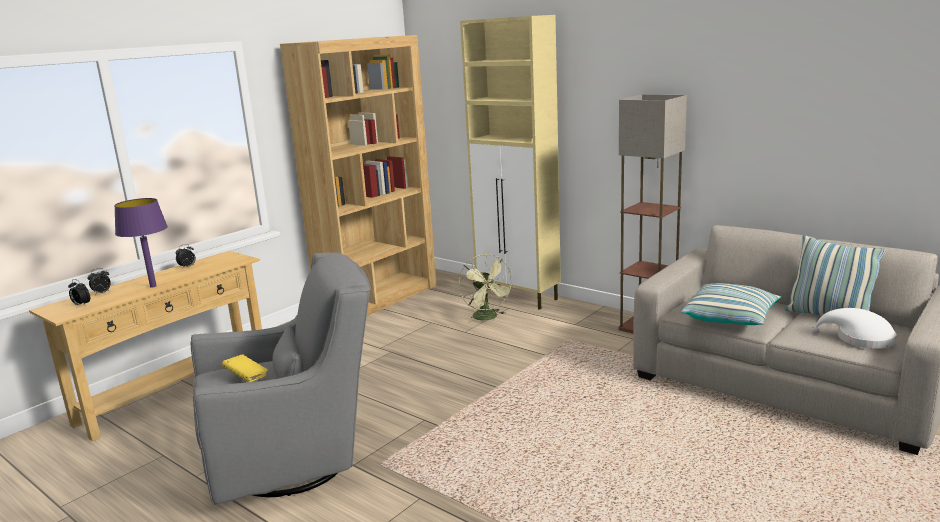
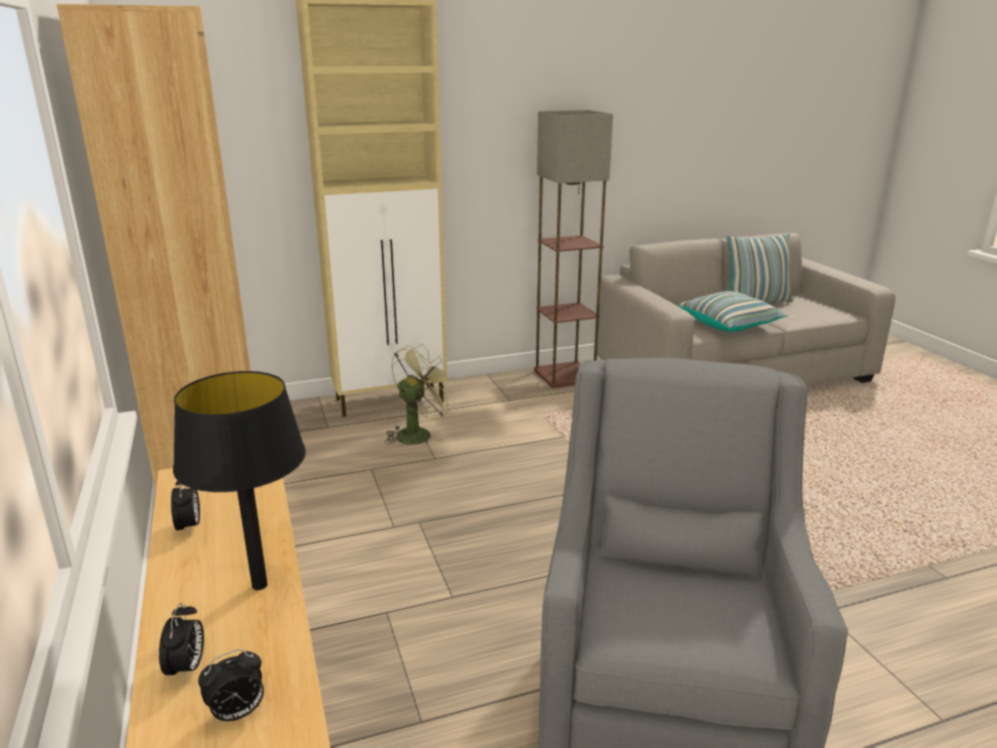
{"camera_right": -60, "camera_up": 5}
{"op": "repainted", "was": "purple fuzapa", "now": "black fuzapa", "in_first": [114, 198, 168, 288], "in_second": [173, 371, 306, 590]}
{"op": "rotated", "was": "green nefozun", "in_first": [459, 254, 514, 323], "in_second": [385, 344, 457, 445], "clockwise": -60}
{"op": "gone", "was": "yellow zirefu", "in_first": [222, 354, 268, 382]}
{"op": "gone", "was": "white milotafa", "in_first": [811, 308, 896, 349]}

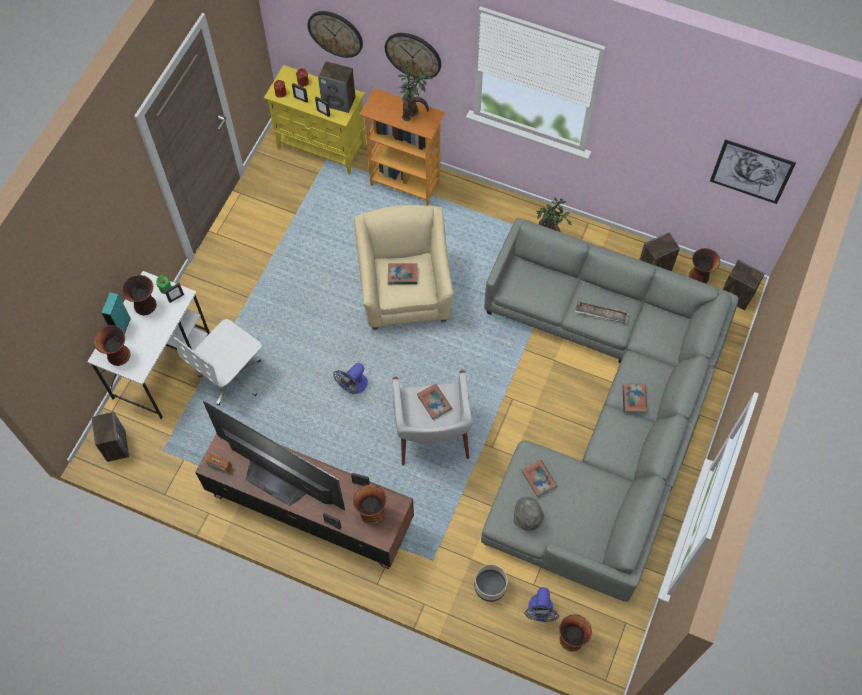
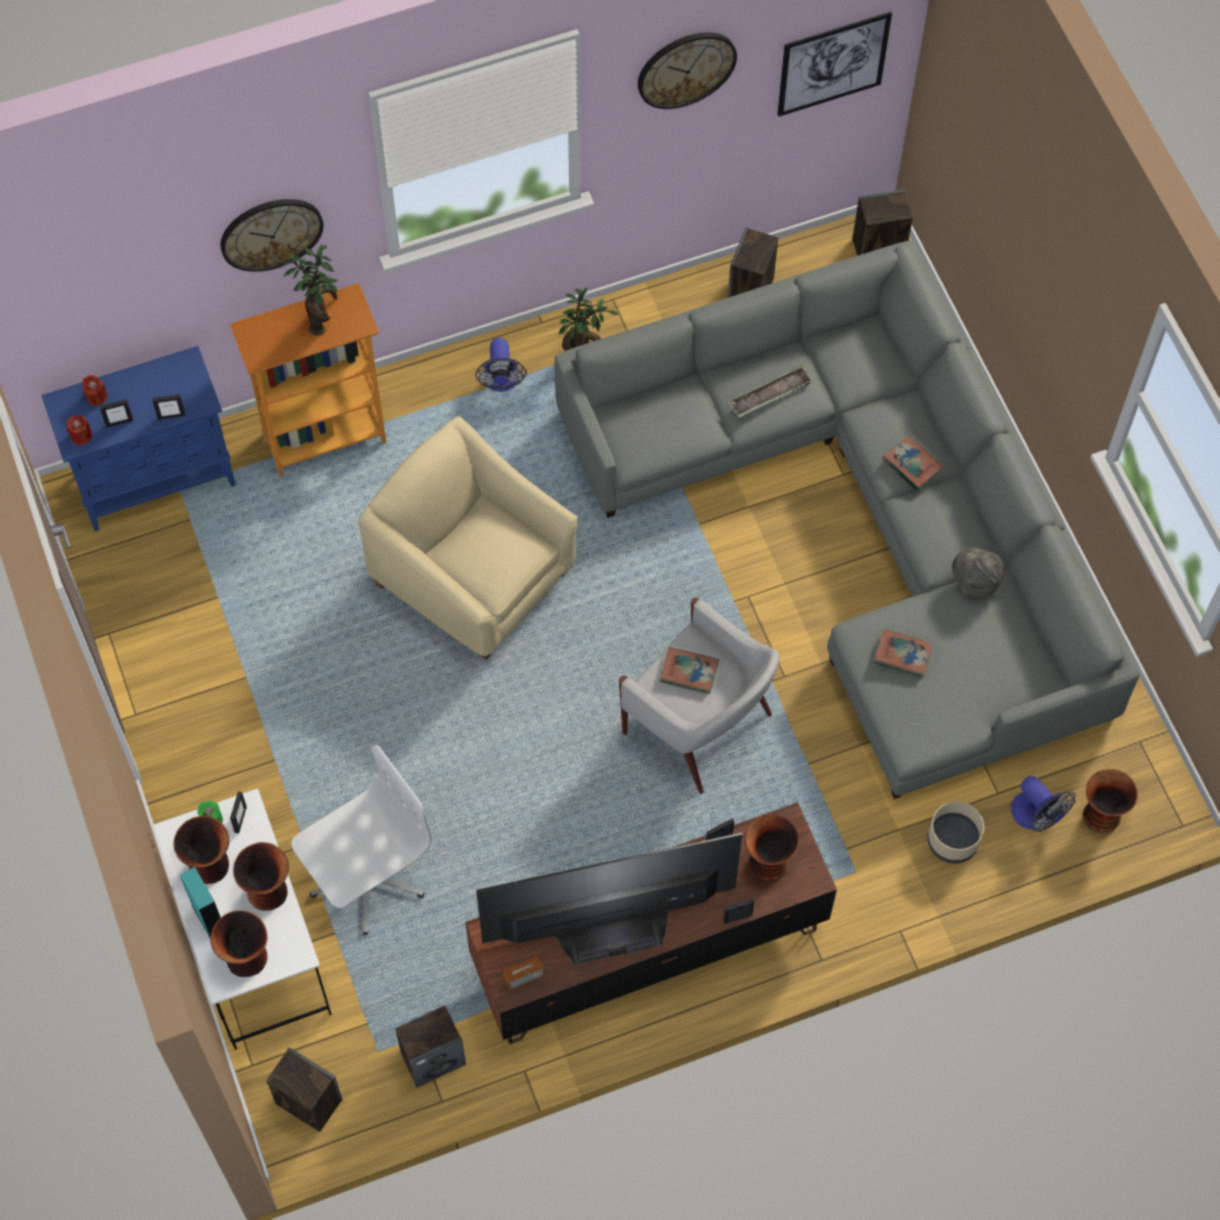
{"camera_right": -45, "camera_up": 0}
{"op": "repainted", "was": "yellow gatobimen", "now": "blue gatobimen", "in_first": [264, 65, 366, 174], "in_second": [41, 346, 236, 531]}
{"op": "shifted", "was": "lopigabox", "in_first": [689, 248, 720, 283], "in_second": [233, 842, 289, 911]}
{"op": "rotated", "was": "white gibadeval", "in_first": [173, 319, 262, 406], "in_second": [292, 745, 432, 935], "clockwise": -120}
{"op": "shifted", "was": "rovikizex", "in_first": [318, 61, 356, 113], "in_second": [395, 1006, 466, 1088]}
{"op": "shifted", "was": "nefozun", "in_first": [333, 363, 368, 394], "in_second": [475, 338, 527, 392]}
{"op": "shifted", "was": "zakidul", "in_first": [307, 11, 363, 58], "in_second": [638, 32, 737, 109]}
{"op": "shifted", "was": "grey milotafa", "in_first": [514, 497, 544, 531], "in_second": [952, 547, 1004, 599]}
{"op": "gone", "was": "zirefu", "in_first": [388, 263, 417, 284]}

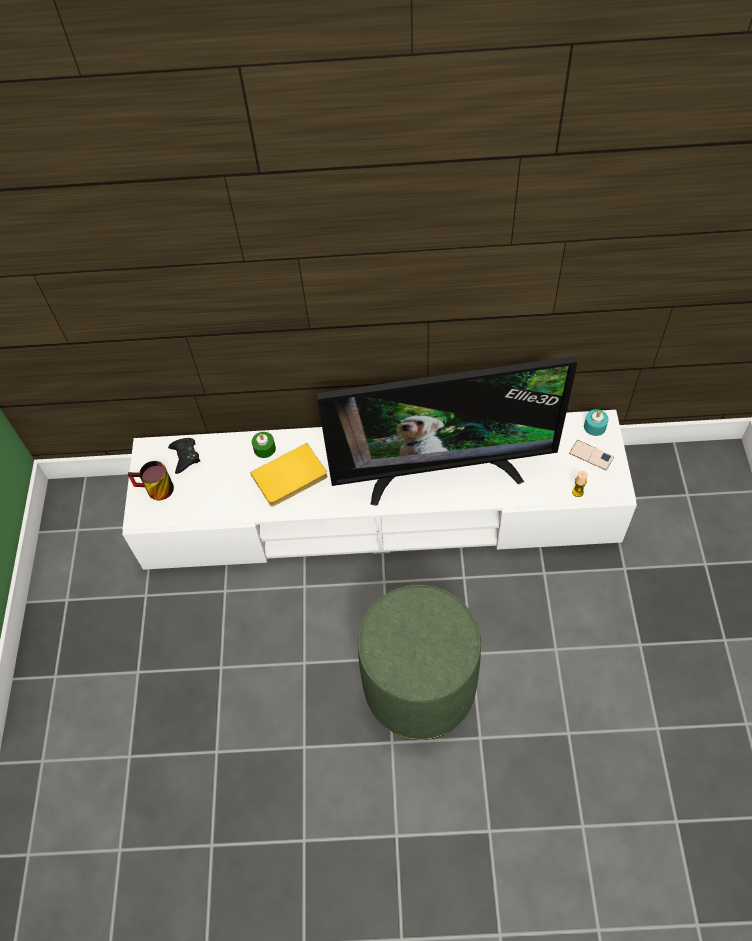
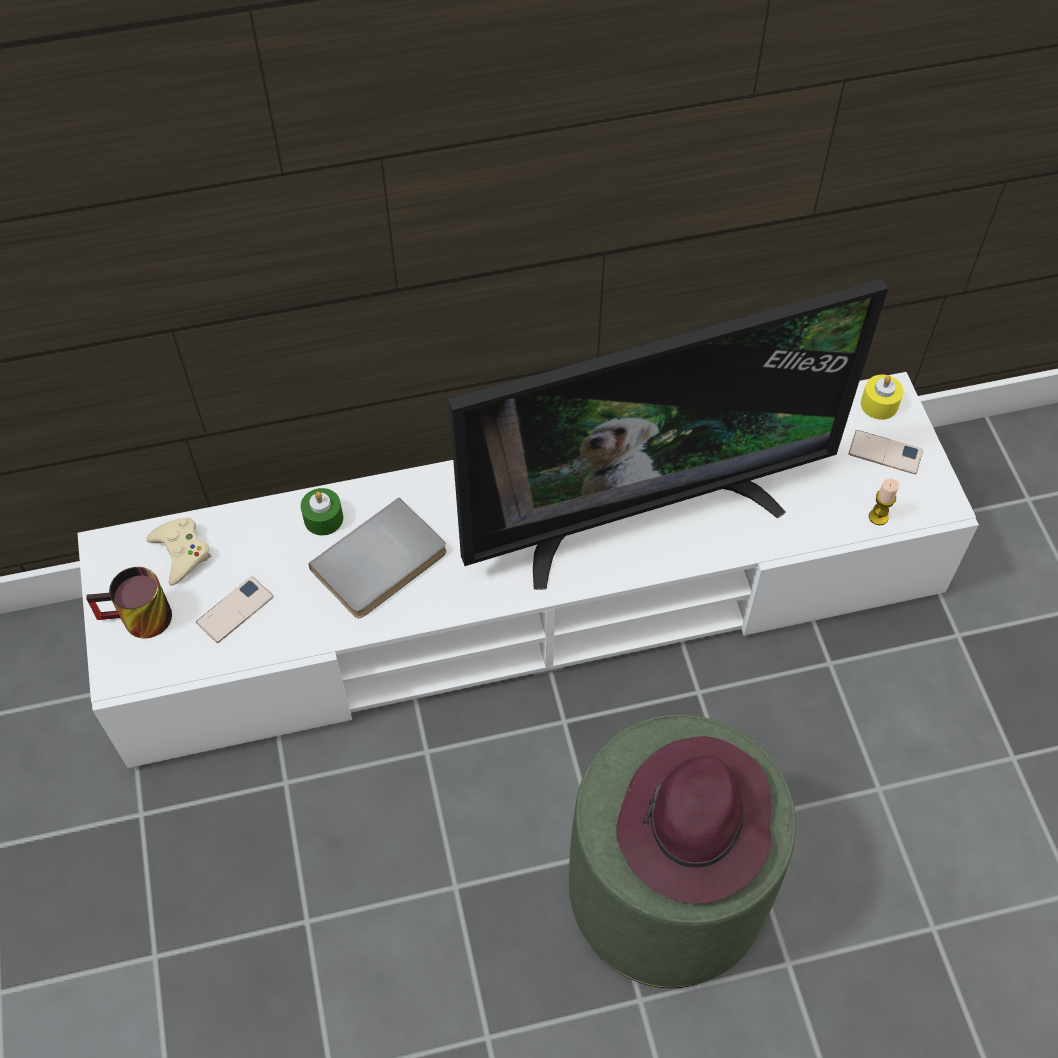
{"camera_right": -15, "camera_up": 0}
{"op": "repainted", "was": "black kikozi", "now": "beige kikozi", "in_first": [168, 438, 200, 474], "in_second": [146, 518, 211, 586]}
{"op": "new", "now": "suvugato", "in_second": [196, 576, 274, 643]}
{"op": "repainted", "was": "yellow zirefu", "now": "grey zirefu", "in_first": [250, 443, 327, 506], "in_second": [308, 498, 446, 618]}
{"op": "new", "now": "purple milotafa", "in_second": [616, 736, 772, 904]}
{"op": "repainted", "was": "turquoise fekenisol", "now": "yellow fekenisol", "in_first": [584, 409, 609, 436], "in_second": [861, 375, 904, 420]}

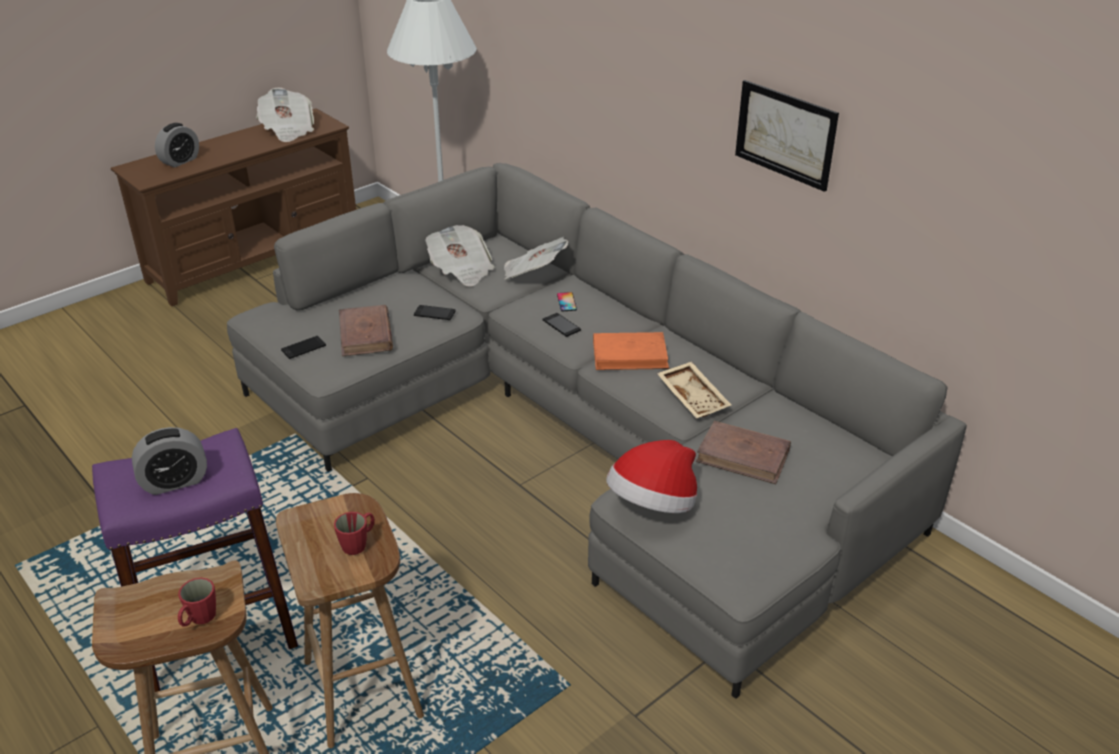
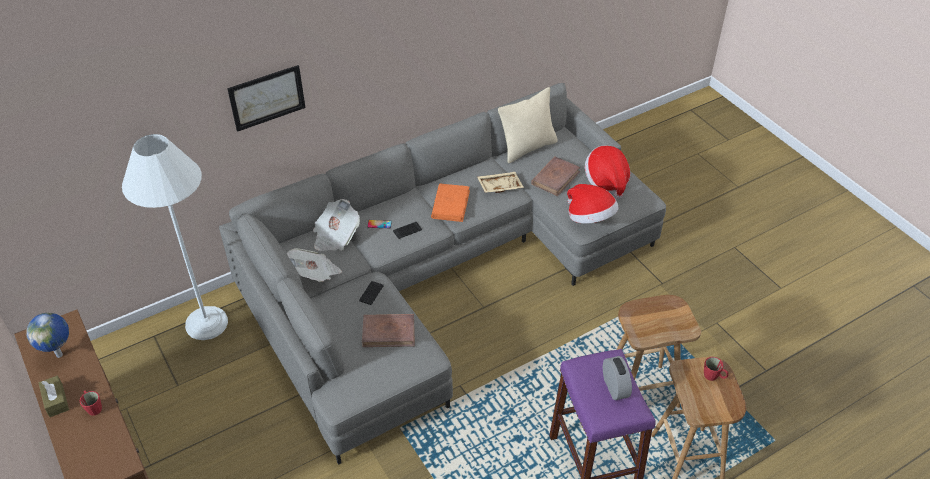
{"camera_right": -80, "camera_up": 10}
{"op": "swapped", "was": "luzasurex", "now": "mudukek", "in_first": [257, 87, 314, 142], "in_second": [26, 313, 69, 358]}
{"op": "new", "now": "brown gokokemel", "in_second": [39, 375, 69, 417]}
{"op": "shifted", "was": "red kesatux", "in_first": [334, 512, 375, 555], "in_second": [80, 391, 102, 416]}
{"op": "shifted", "was": "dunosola", "in_first": [735, 80, 839, 192], "in_second": [227, 65, 306, 132]}
{"op": "new", "now": "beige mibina", "in_second": [498, 87, 558, 163]}
{"op": "new", "now": "milotafa", "in_second": [585, 145, 630, 199]}
{"op": "gone", "was": "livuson", "in_first": [155, 123, 199, 168]}
{"op": "gone", "was": "suvugato", "in_first": [281, 336, 326, 359]}

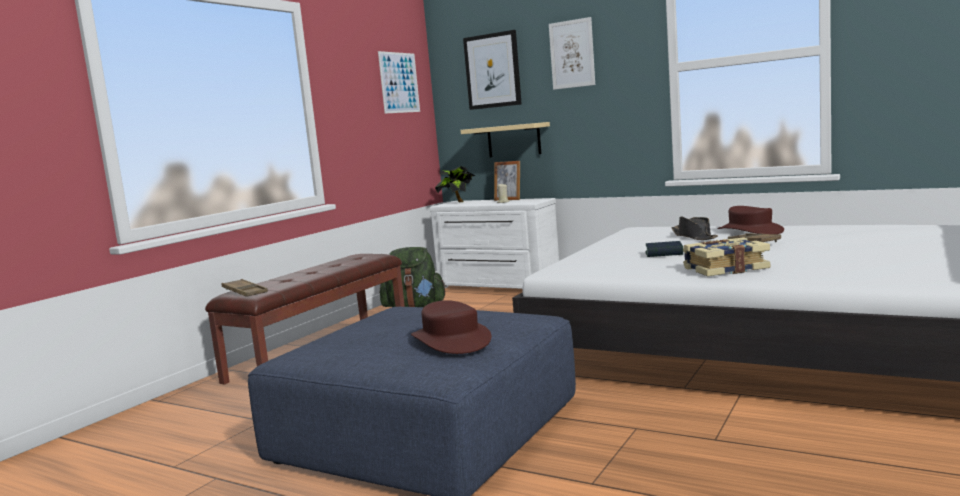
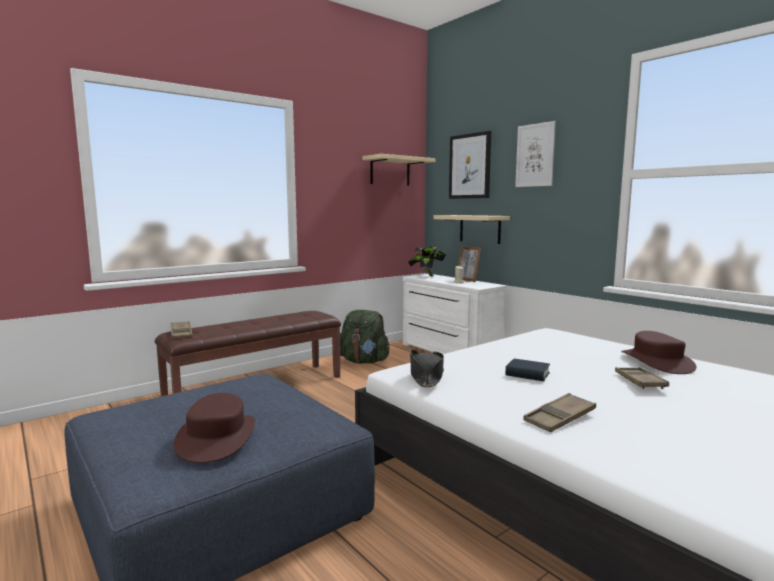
{"camera_right": 20, "camera_up": 0}
{"op": "swapped", "was": "dunosola", "now": "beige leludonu", "in_first": [378, 51, 420, 114], "in_second": [362, 154, 435, 185]}
{"op": "shifted", "was": "black milotafa", "in_first": [671, 216, 718, 240], "in_second": [410, 349, 444, 387]}
{"op": "swapped", "was": "zirefu", "now": "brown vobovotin", "in_first": [683, 237, 770, 276], "in_second": [523, 393, 596, 432]}

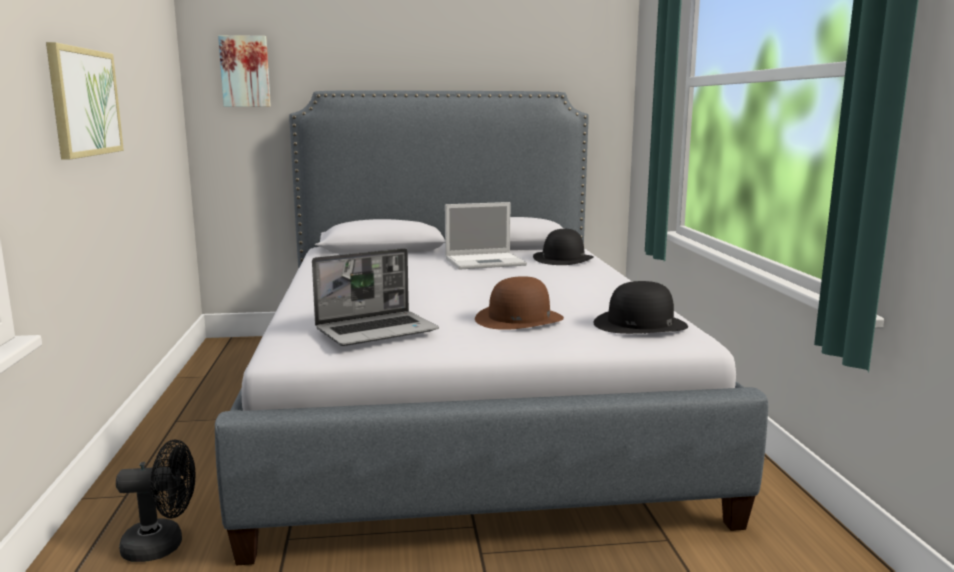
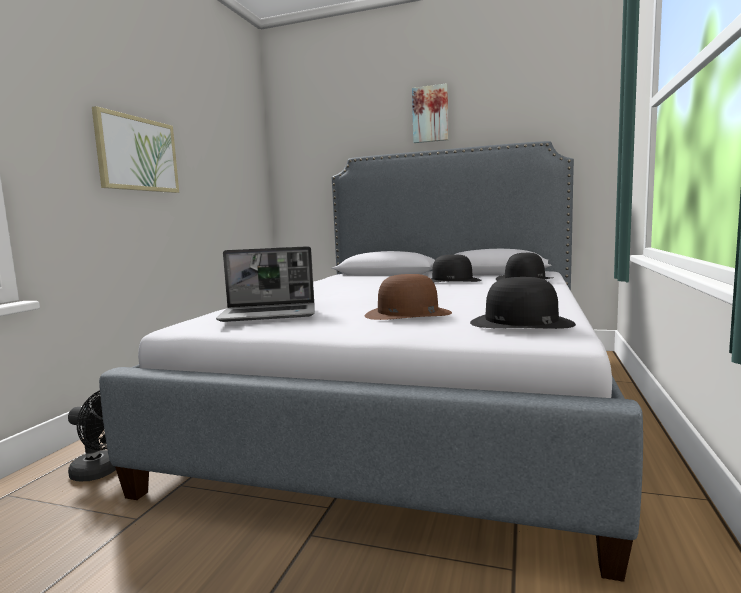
{"camera_right": 25, "camera_up": -5}
{"op": "shifted", "was": "dunosola", "in_first": [218, 35, 271, 107], "in_second": [412, 83, 449, 143]}
{"op": "swapped", "was": "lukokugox", "now": "black milotafa", "in_first": [445, 202, 527, 270], "in_second": [431, 255, 482, 282]}

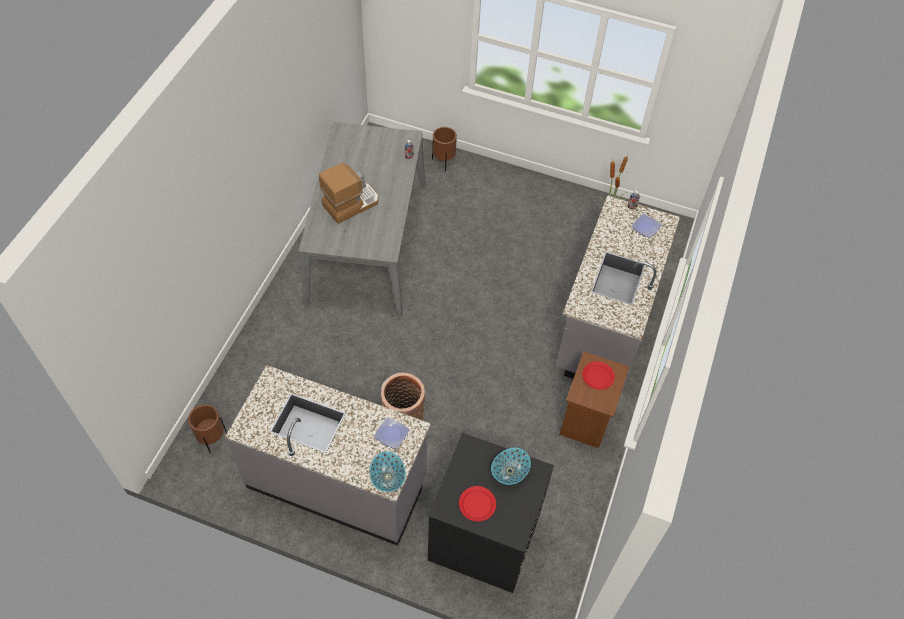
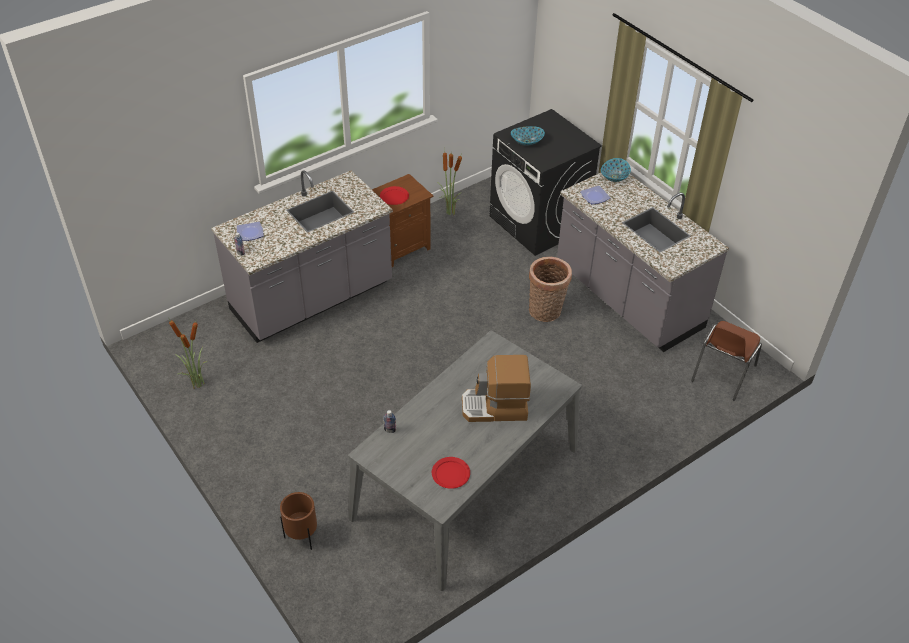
{"camera_right": -145, "camera_up": -10}
{"op": "shifted", "was": "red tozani", "in_first": [459, 486, 496, 522], "in_second": [432, 457, 470, 489]}
{"op": "new", "now": "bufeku", "in_second": [437, 152, 462, 215]}
{"op": "swapped", "was": "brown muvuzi", "now": "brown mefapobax", "in_first": [188, 404, 227, 453], "in_second": [691, 321, 762, 400]}

